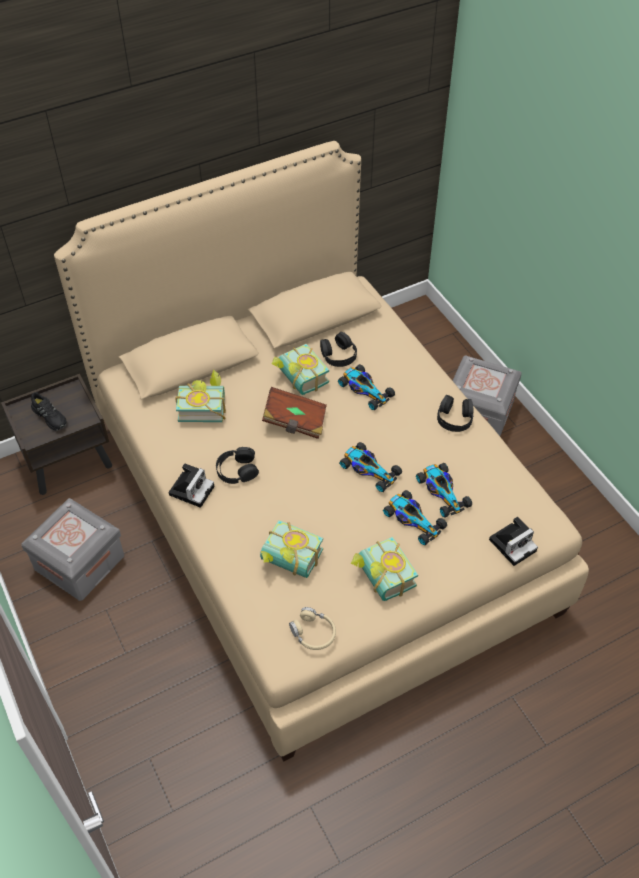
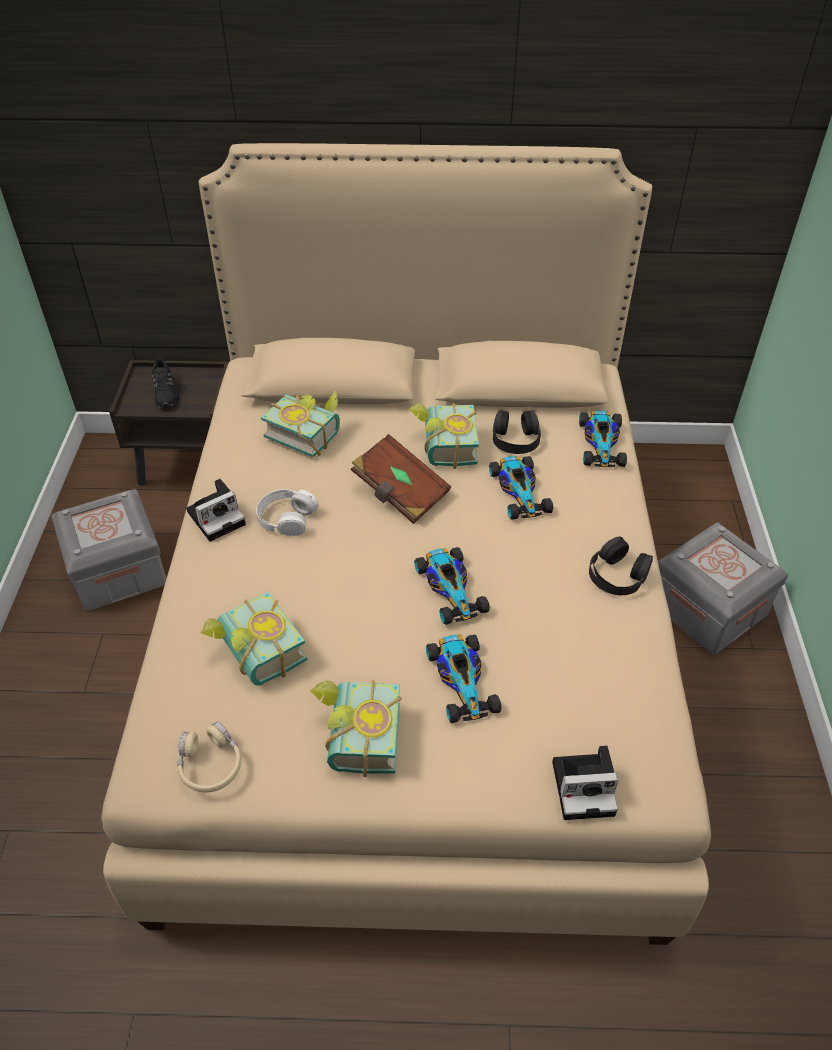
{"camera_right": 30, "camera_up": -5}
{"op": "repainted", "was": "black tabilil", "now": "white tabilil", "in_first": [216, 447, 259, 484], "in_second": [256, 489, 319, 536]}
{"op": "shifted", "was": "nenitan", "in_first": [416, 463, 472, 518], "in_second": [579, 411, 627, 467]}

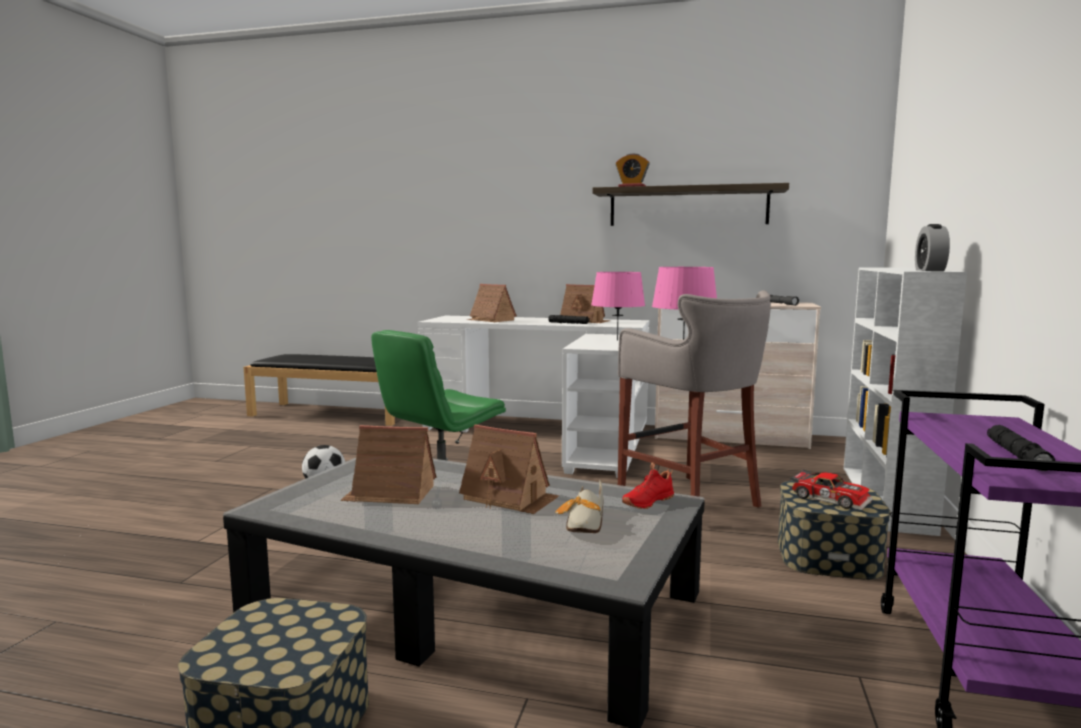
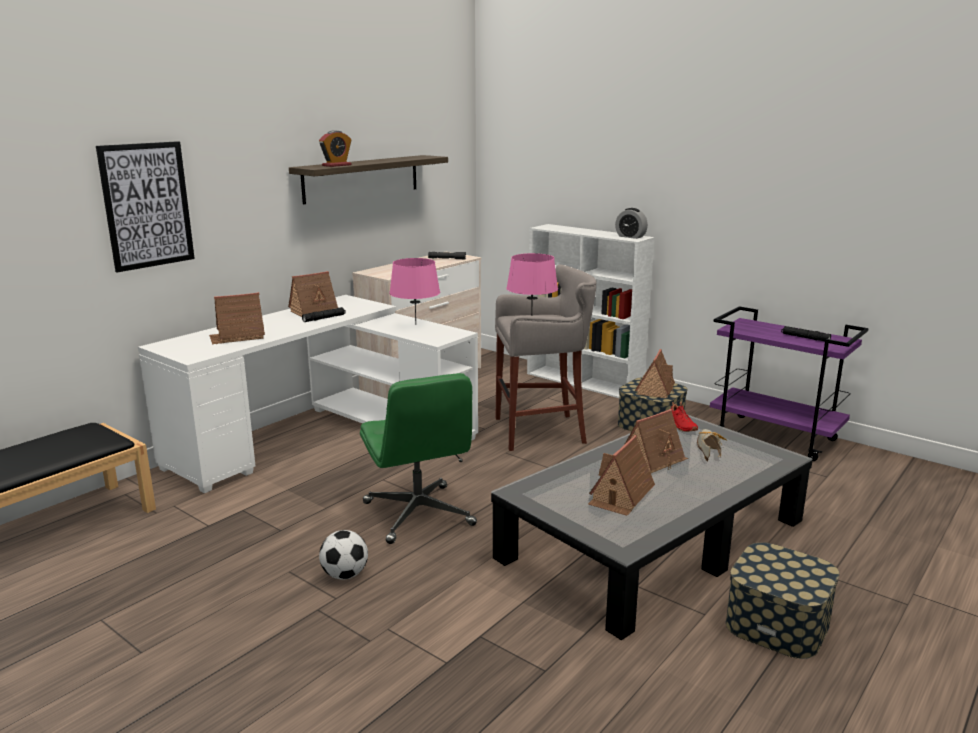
{"camera_right": -65, "camera_up": 10}
{"op": "new", "now": "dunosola", "in_second": [96, 141, 195, 272]}
{"op": "swapped", "was": "nenitan", "now": "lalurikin", "in_first": [790, 469, 873, 510], "in_second": [635, 349, 675, 398]}
{"op": "rotated", "was": "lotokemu", "in_first": [555, 480, 604, 533], "in_second": [697, 429, 727, 462], "clockwise": -120}

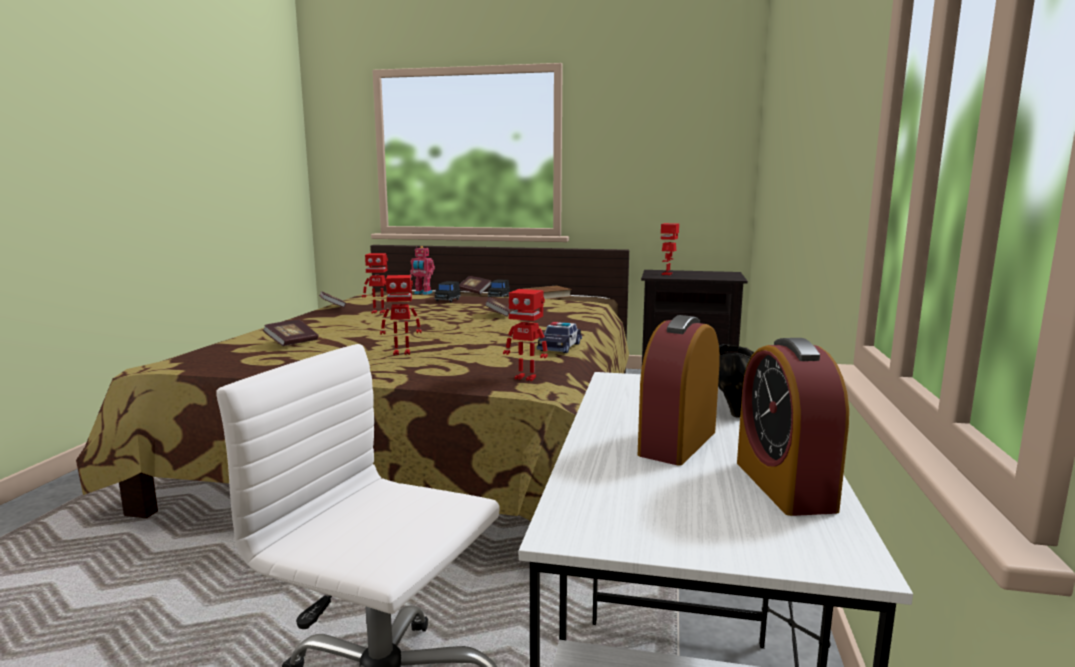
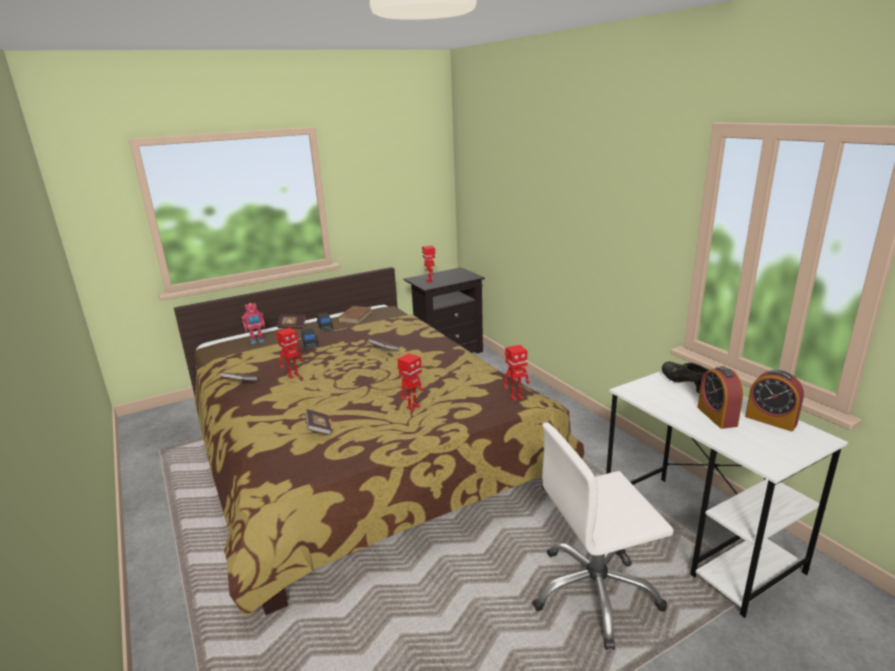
{"camera_right": -40, "camera_up": 10}
{"op": "gone", "was": "nenitan", "in_first": [537, 322, 582, 353]}

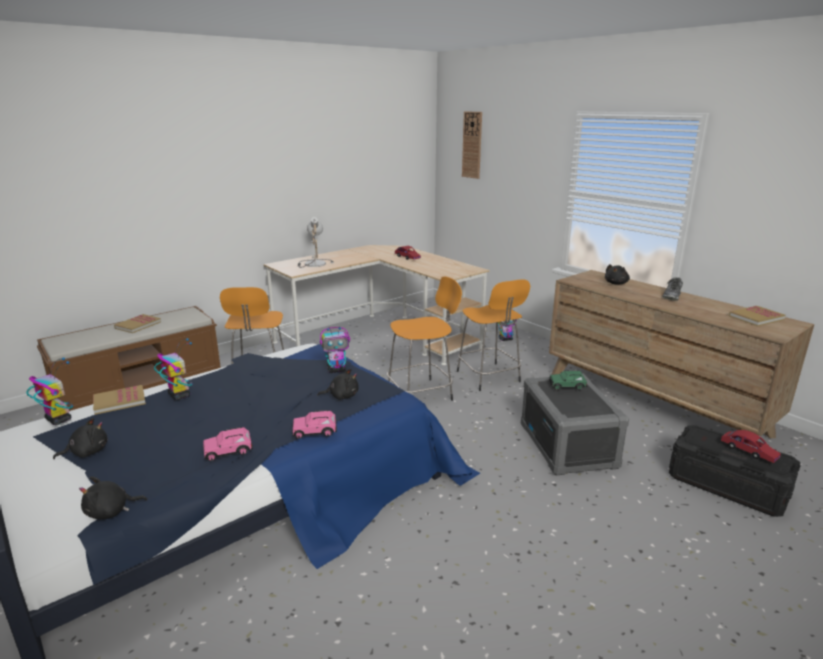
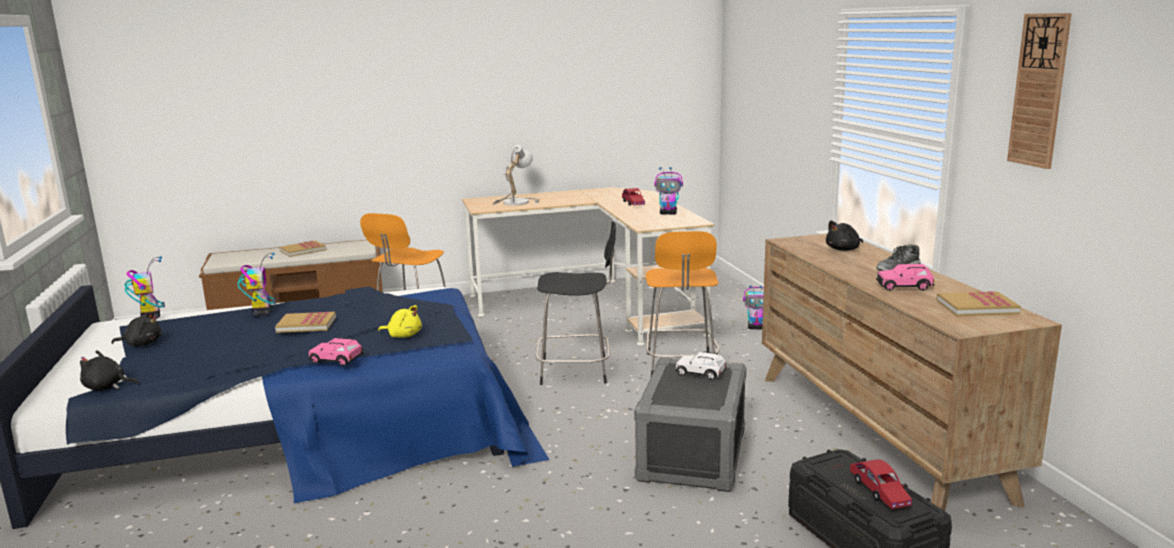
{"camera_right": 25, "camera_up": -5}
{"op": "shifted", "was": "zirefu", "in_first": [93, 385, 146, 415], "in_second": [275, 312, 336, 333]}
{"op": "repainted", "was": "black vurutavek", "now": "yellow vurutavek", "in_first": [317, 369, 359, 400], "in_second": [378, 305, 422, 337]}
{"op": "repainted", "was": "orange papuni", "now": "black papuni", "in_first": [387, 276, 462, 401], "in_second": [536, 221, 616, 385]}
{"op": "shifted", "was": "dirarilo", "in_first": [320, 327, 350, 373], "in_second": [654, 167, 683, 214]}
{"op": "repainted", "was": "green nenitan", "now": "white nenitan", "in_first": [549, 370, 587, 390], "in_second": [675, 351, 727, 380]}
{"op": "shifted", "was": "pink nenitan", "in_first": [203, 427, 253, 461], "in_second": [876, 263, 935, 291]}
{"op": "shifted", "was": "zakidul", "in_first": [462, 112, 482, 179], "in_second": [1007, 13, 1072, 169]}

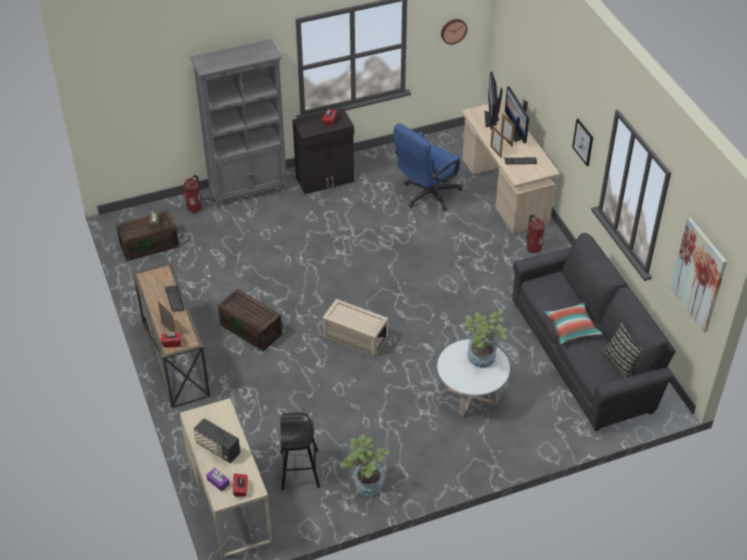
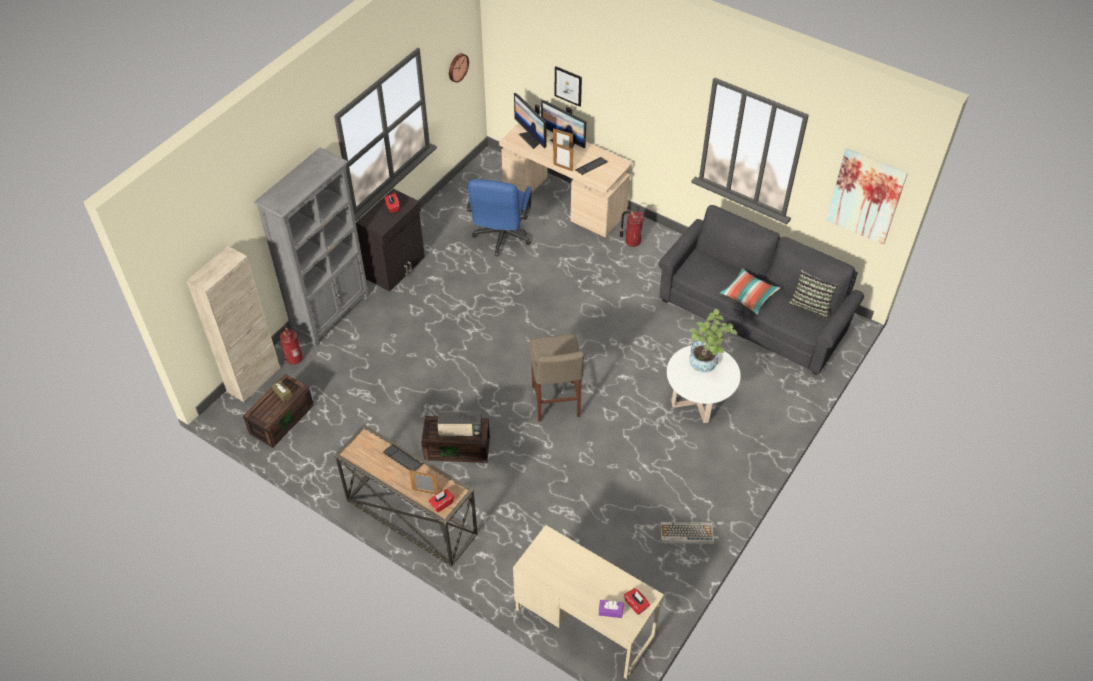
{"camera_right": -35, "camera_up": 5}
{"op": "new", "now": "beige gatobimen", "in_second": [187, 246, 280, 403]}
{"op": "shifted", "was": "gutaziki", "in_first": [193, 418, 241, 463], "in_second": [437, 411, 482, 437]}
{"op": "swapped", "was": "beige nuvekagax", "now": "beige papuni", "in_first": [322, 299, 388, 357], "in_second": [529, 334, 584, 422]}
{"op": "shifted", "was": "dunosola", "in_first": [572, 118, 593, 166], "in_second": [555, 66, 582, 107]}
{"op": "swapped", "was": "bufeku", "now": "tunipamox", "in_first": [340, 435, 389, 495], "in_second": [660, 522, 714, 544]}
{"op": "gone", "was": "black papuni", "in_first": [280, 412, 320, 490]}

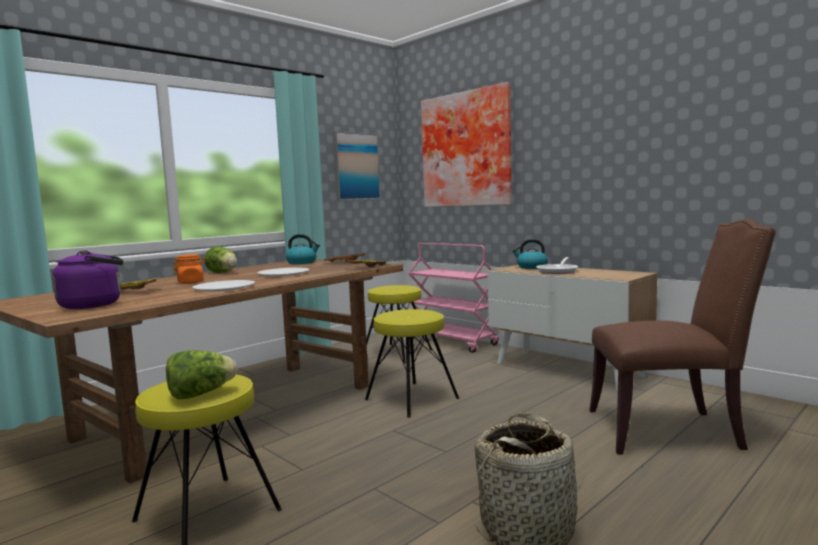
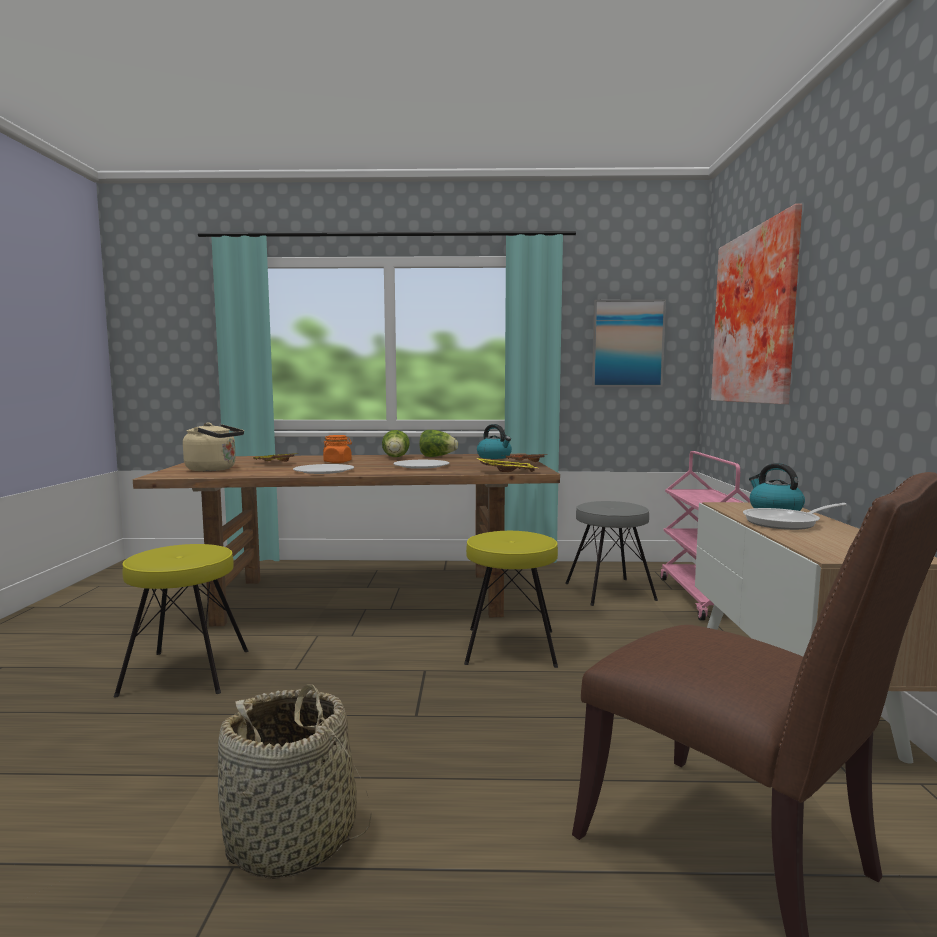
{"camera_right": 45, "camera_up": 0}
{"op": "repainted", "was": "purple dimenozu", "now": "beige dimenozu", "in_first": [52, 250, 123, 309], "in_second": [183, 422, 244, 471]}
{"op": "shifted", "was": "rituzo", "in_first": [166, 350, 237, 399], "in_second": [419, 430, 458, 457]}
{"op": "repainted", "was": "yellow papuni", "now": "grey papuni", "in_first": [366, 285, 432, 364], "in_second": [565, 501, 658, 606]}

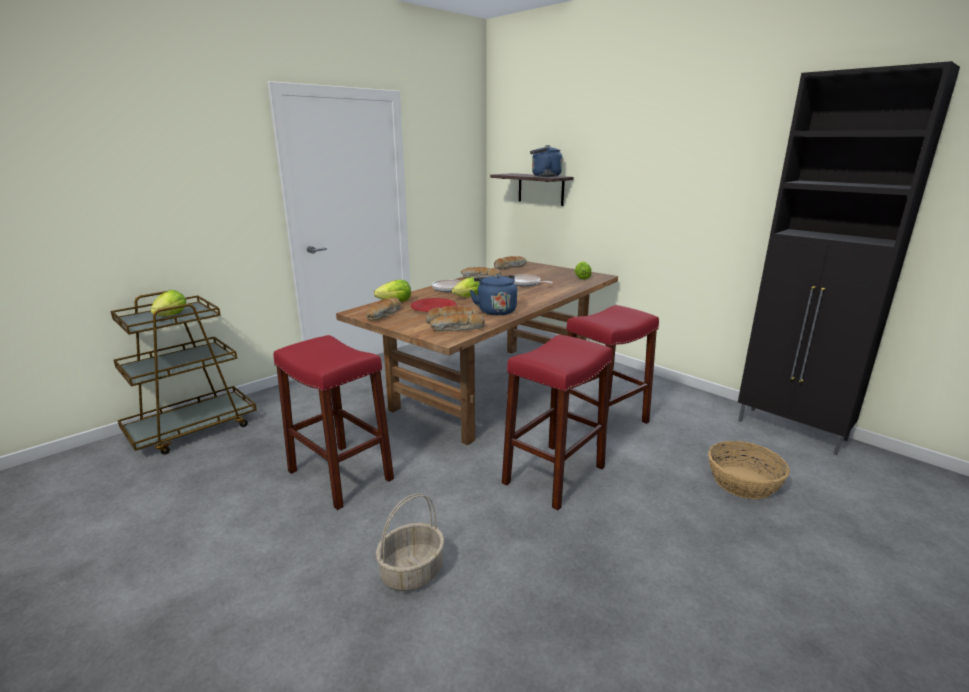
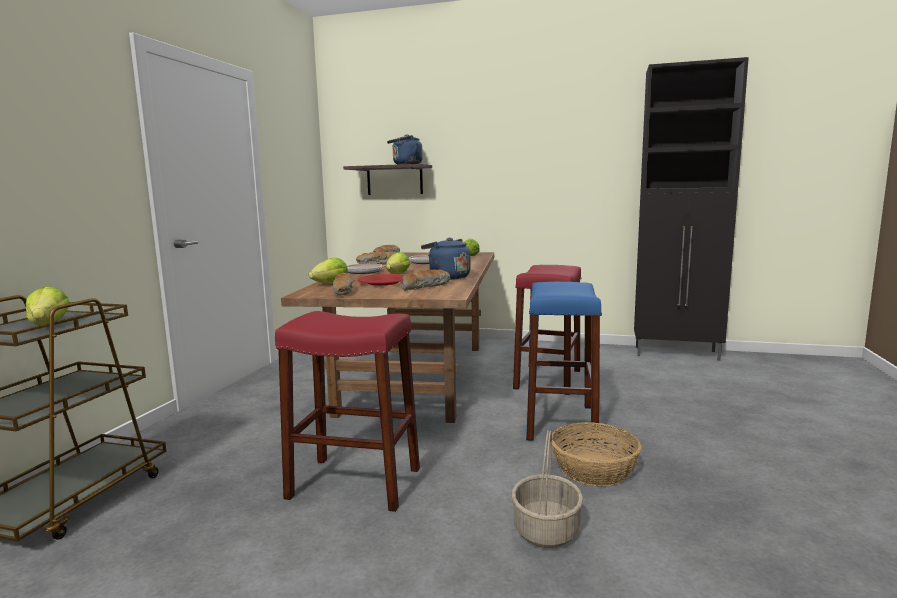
{"camera_right": -30, "camera_up": -10}
{"op": "repainted", "was": "red papuni", "now": "blue papuni", "in_first": [502, 335, 612, 510], "in_second": [526, 282, 602, 441]}
{"op": "shifted", "was": "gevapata", "in_first": [708, 441, 790, 499], "in_second": [552, 422, 642, 487]}
{"op": "gone", "was": "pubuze", "in_first": [430, 313, 485, 332]}

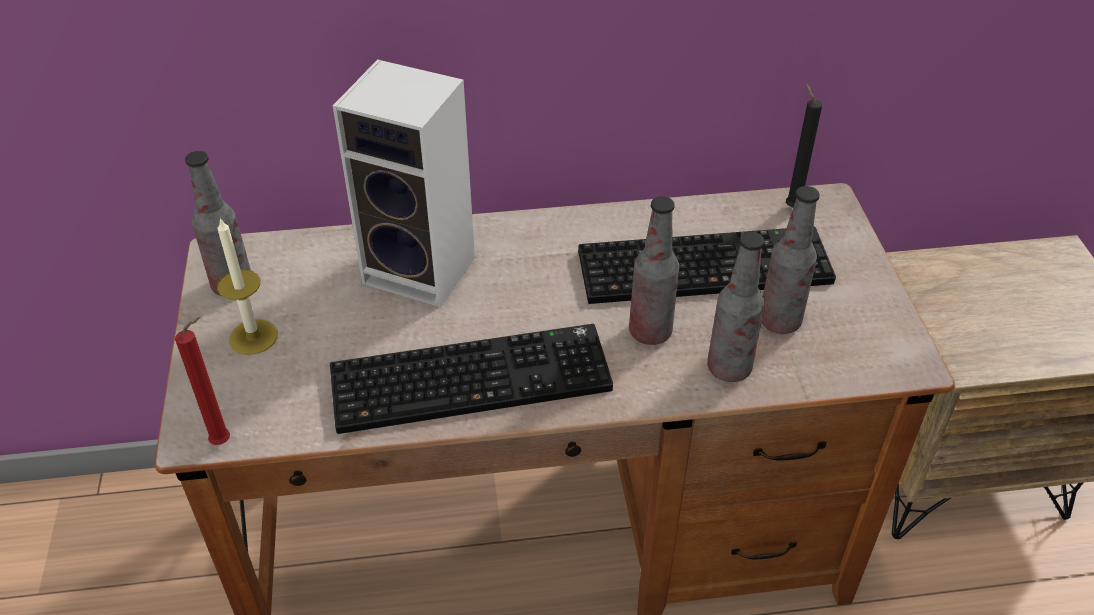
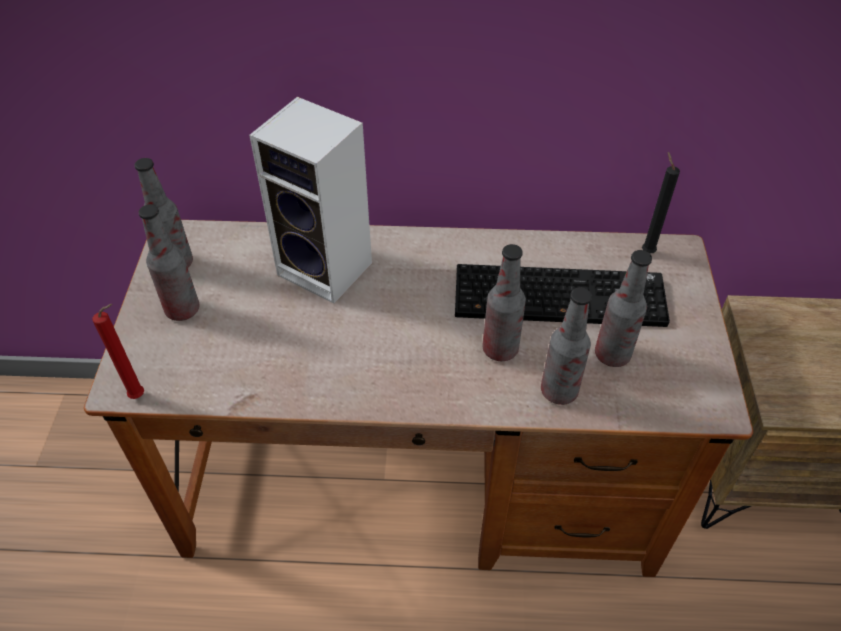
{"camera_right": 10, "camera_up": 5}
{"op": "swapped", "was": "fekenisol", "now": "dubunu", "in_first": [217, 217, 278, 355], "in_second": [138, 204, 200, 321]}
{"op": "gone", "was": "tunipamox", "in_first": [330, 324, 613, 434]}

